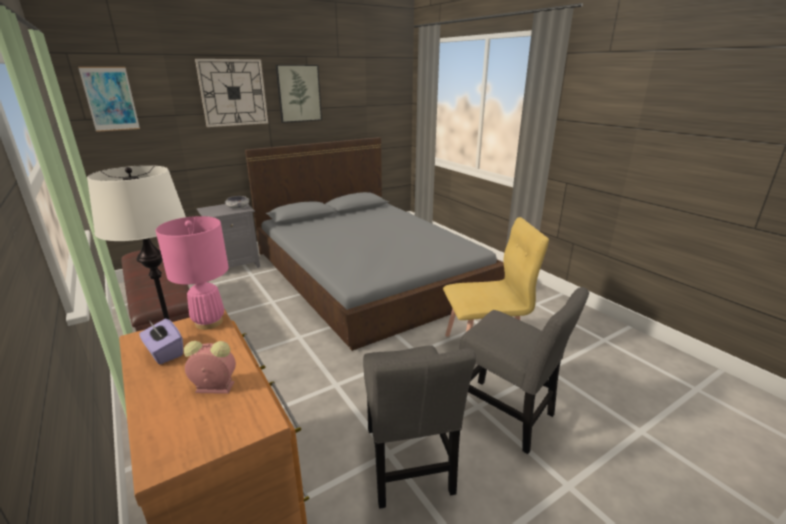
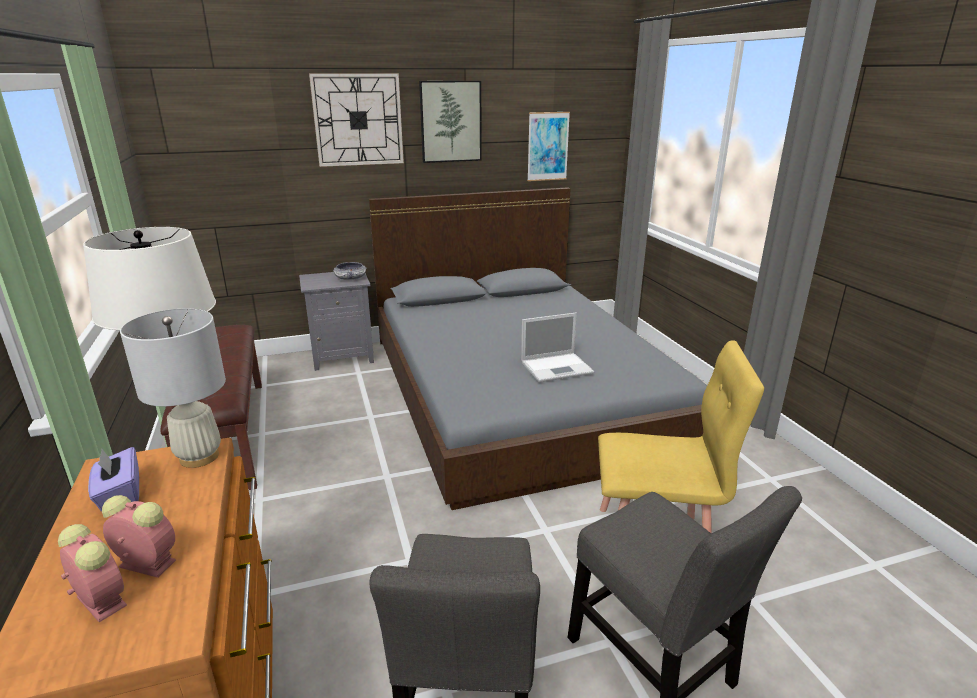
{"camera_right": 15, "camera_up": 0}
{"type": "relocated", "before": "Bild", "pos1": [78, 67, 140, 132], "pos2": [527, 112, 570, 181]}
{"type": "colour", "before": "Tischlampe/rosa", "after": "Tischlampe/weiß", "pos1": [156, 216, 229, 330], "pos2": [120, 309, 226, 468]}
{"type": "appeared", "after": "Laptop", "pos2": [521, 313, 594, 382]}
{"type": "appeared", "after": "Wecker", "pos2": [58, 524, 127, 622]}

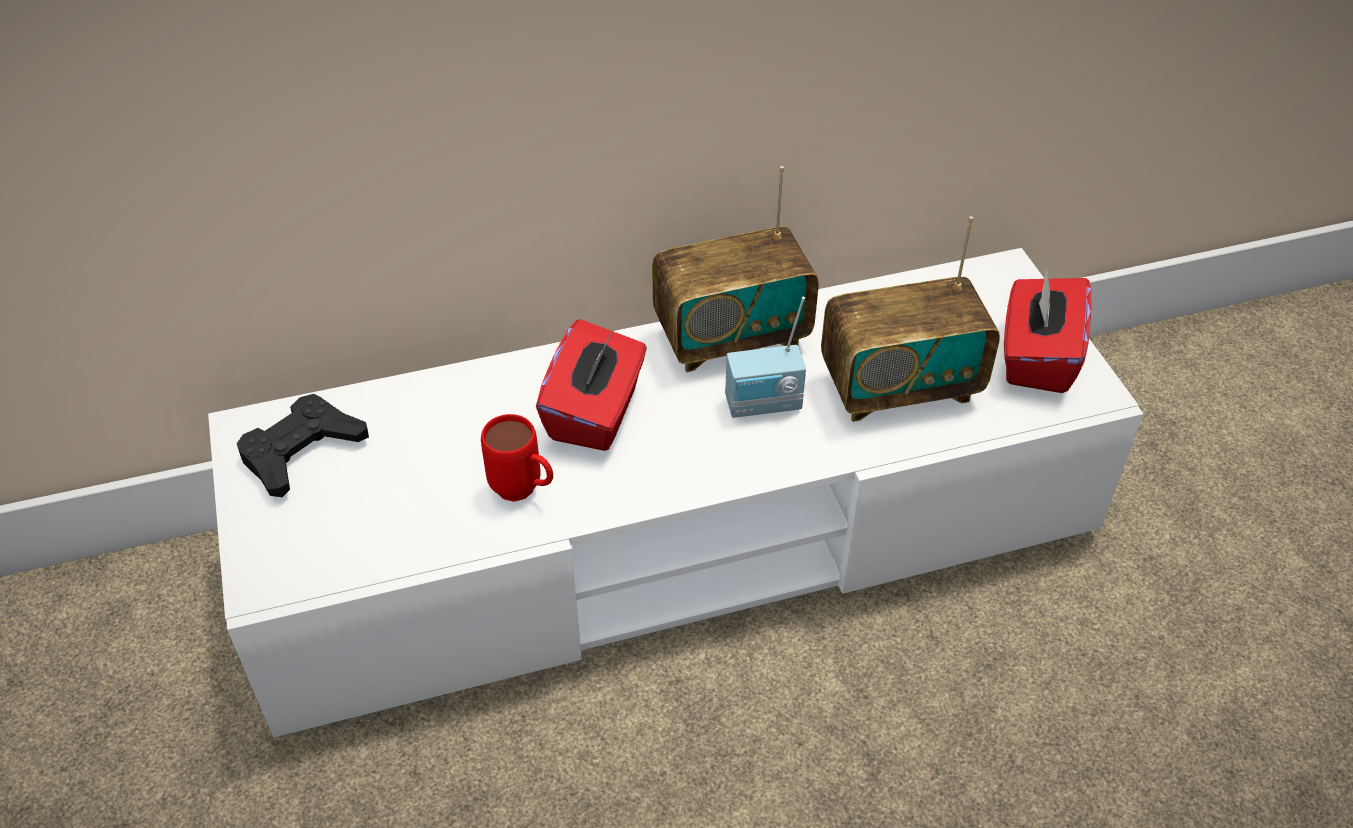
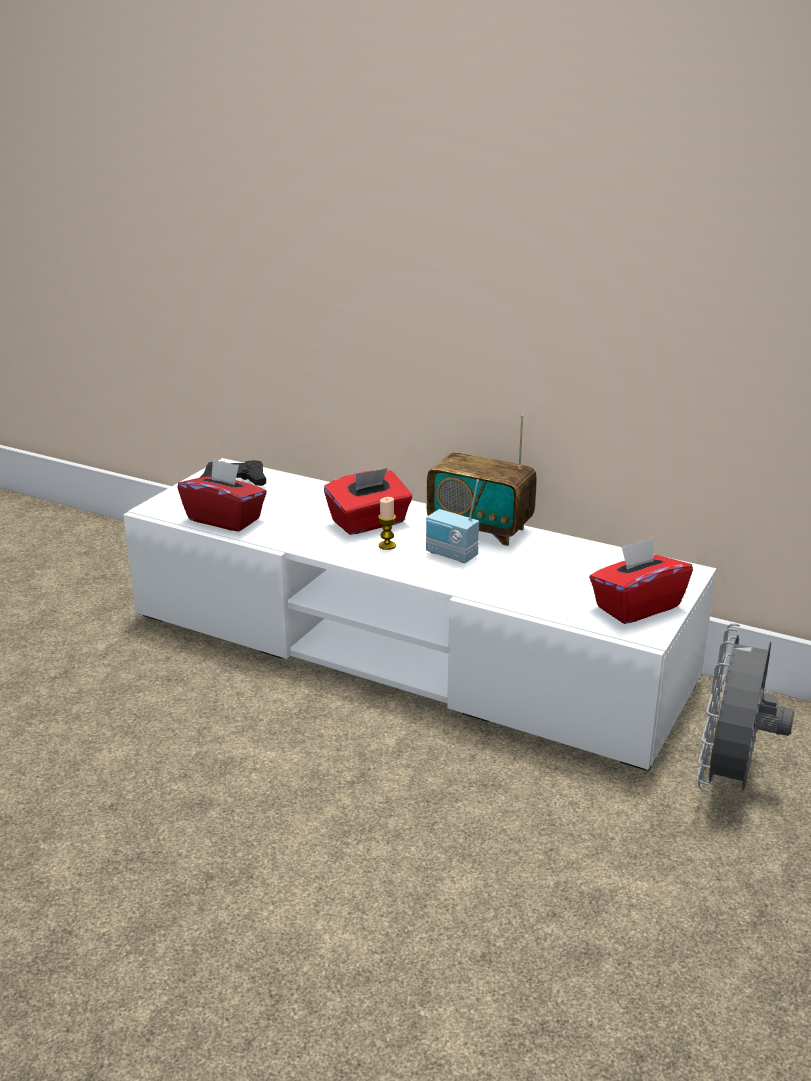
{"camera_right": 45, "camera_up": -20}
{"type": "missing", "before": "Radio", "pos1": [821, 216, 1000, 422]}
{"type": "missing", "before": "Henkelbecher/rot", "pos1": [481, 414, 553, 501]}
{"type": "appeared", "after": "Taschentuchbox/rot", "pos2": [177, 459, 267, 532]}
{"type": "appeared", "after": "Kerze", "pos2": [378, 497, 396, 550]}
{"type": "appeared", "after": "Ventilator/grau", "pos2": [696, 623, 795, 792]}

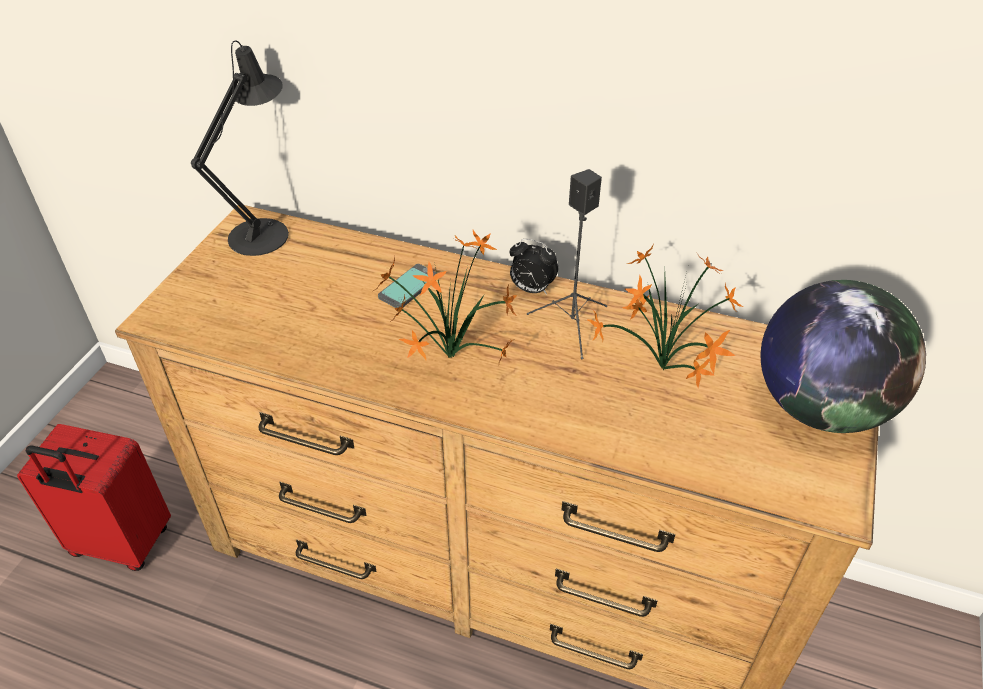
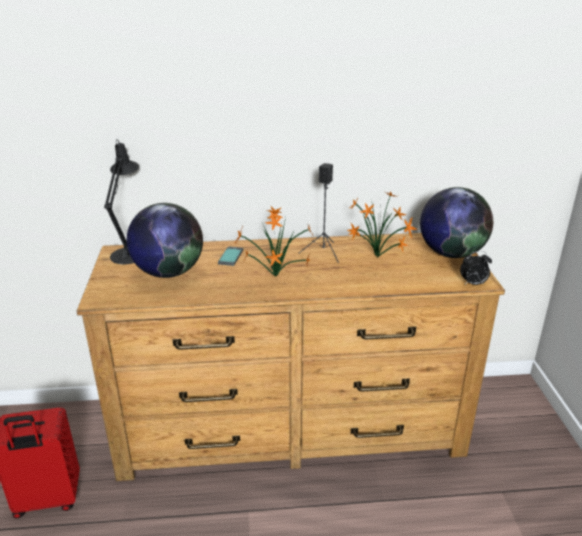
{"camera_right": -25, "camera_up": -15}
{"type": "relocated", "before": "Wecker", "pos1": [510, 239, 558, 295], "pos2": [460, 251, 492, 285]}
{"type": "appeared", "after": "Globus", "pos2": [127, 203, 203, 278]}

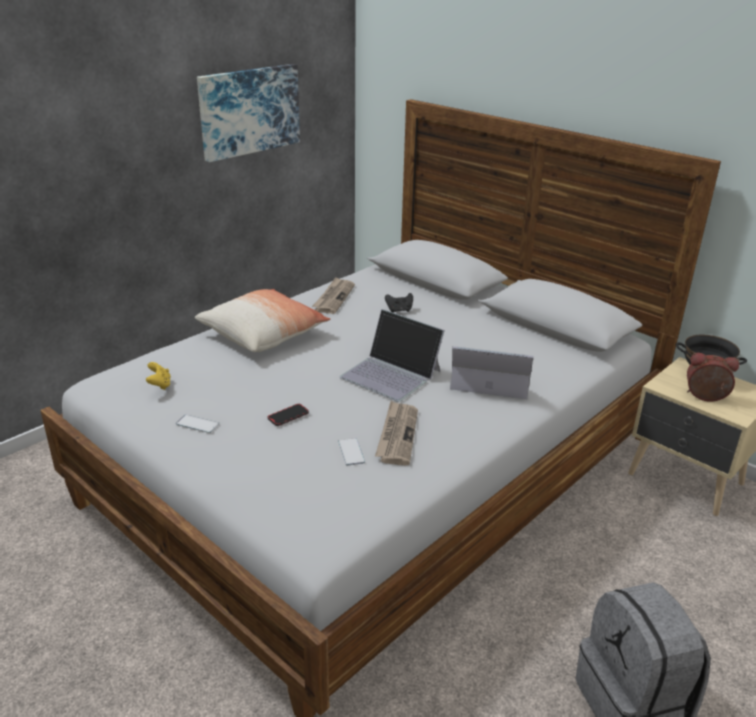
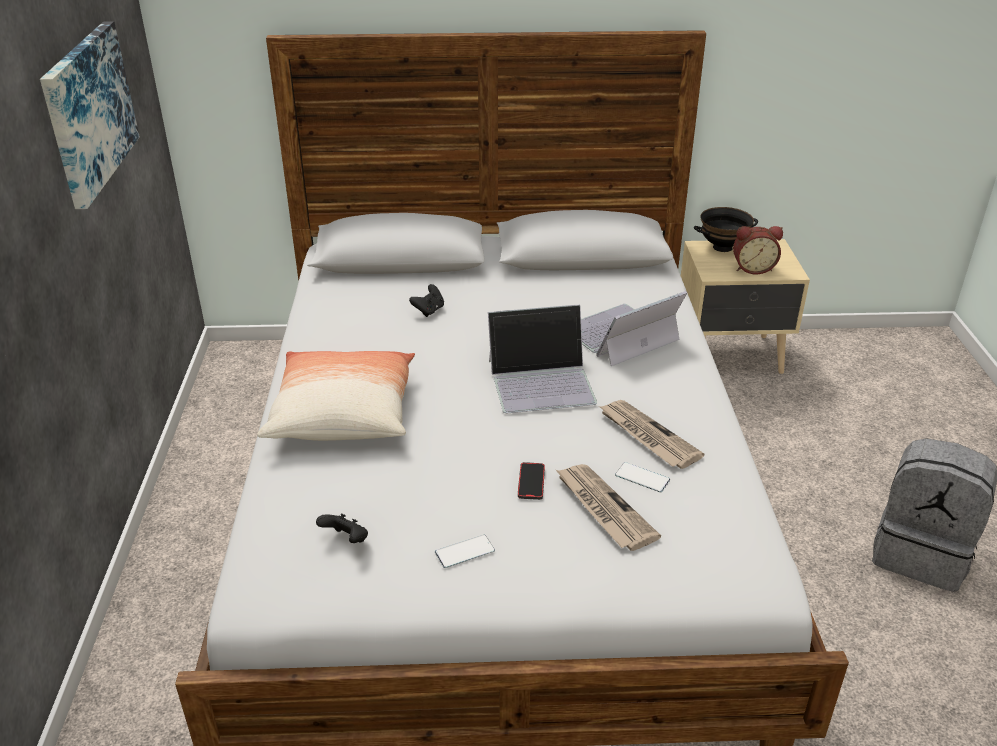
{"camera_right": -45, "camera_up": 5}
{"type": "relocated", "before": "Zeitung", "pos1": [312, 277, 355, 314], "pos2": [556, 464, 661, 551]}
{"type": "spun", "before": "Wecker", "pos1": [687, 353, 739, 401], "pos2": [733, 226, 783, 274], "turn": -150}
{"type": "colour", "before": "Gamepad/gelb", "after": "Gamepad/schwarz", "pos1": [146, 362, 171, 390], "pos2": [316, 513, 368, 543]}

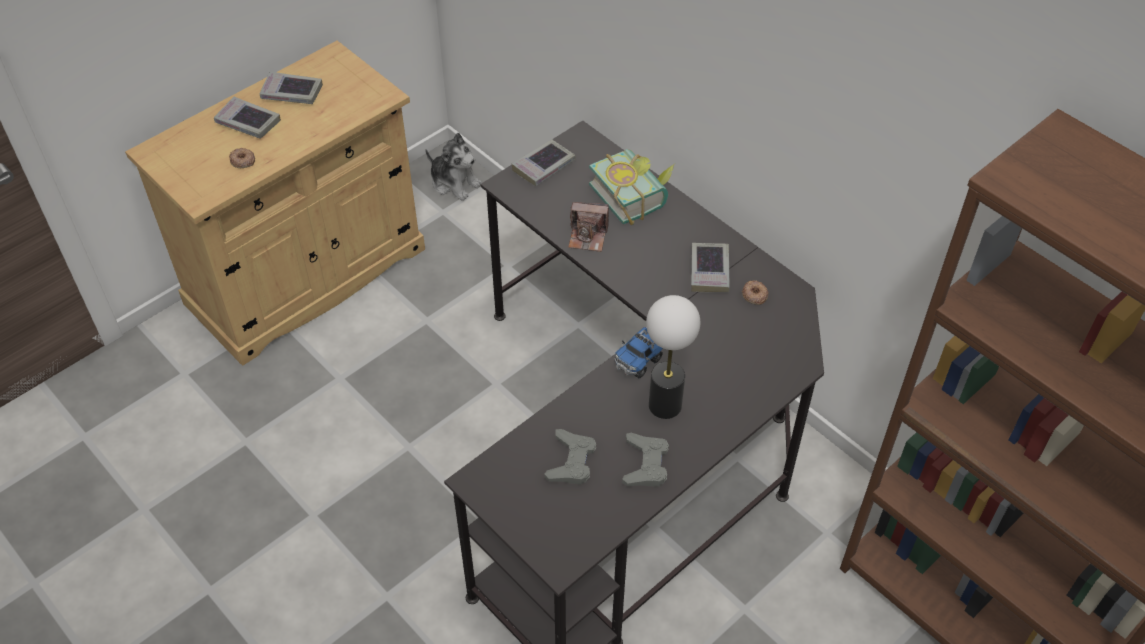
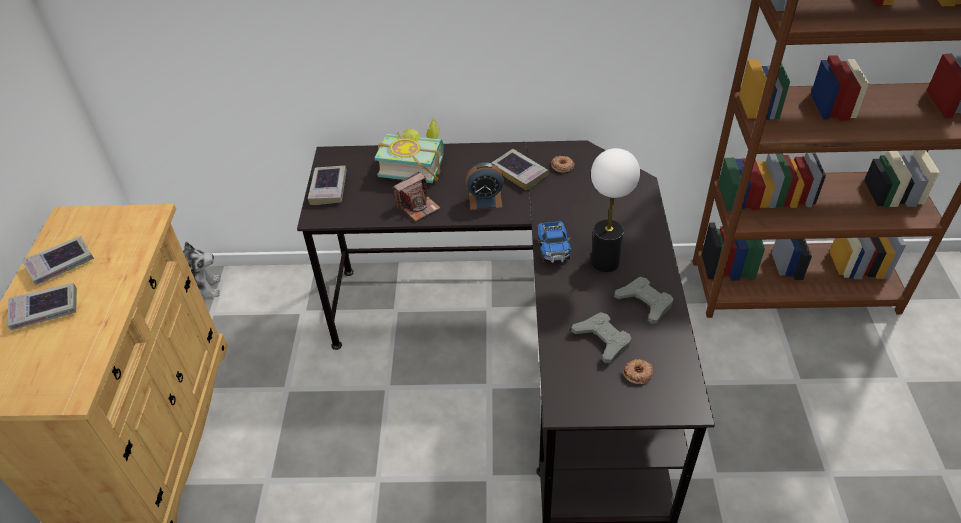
{"camera_right": -45, "camera_up": -5}
{"type": "relocated", "before": "Donut", "pos1": [229, 148, 255, 168], "pos2": [623, 359, 654, 384]}
{"type": "appeared", "after": "Wecker", "pos2": [466, 162, 504, 210]}

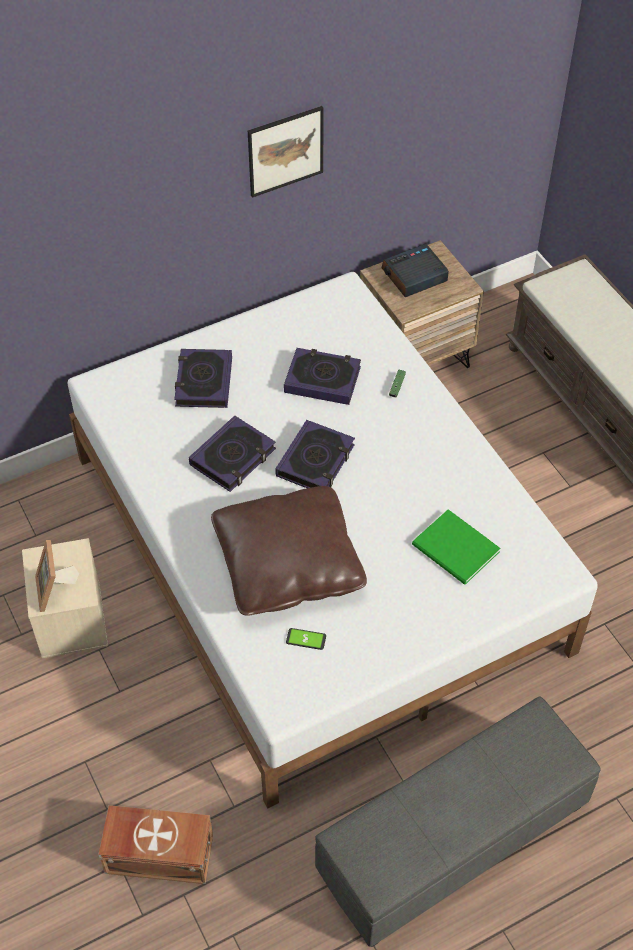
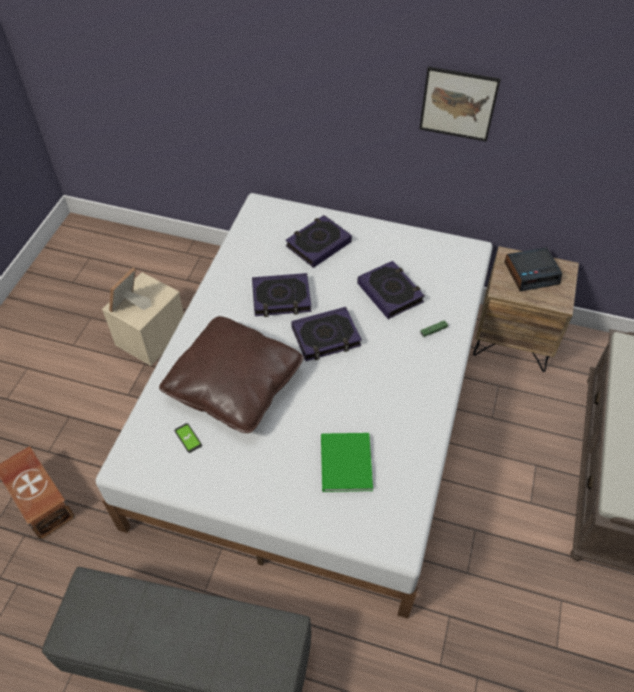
{"camera_right": 45, "camera_up": 0}
{"type": "spun", "before": "Wecker", "pos1": [382, 244, 449, 297], "pos2": [504, 247, 562, 291], "turn": 150}

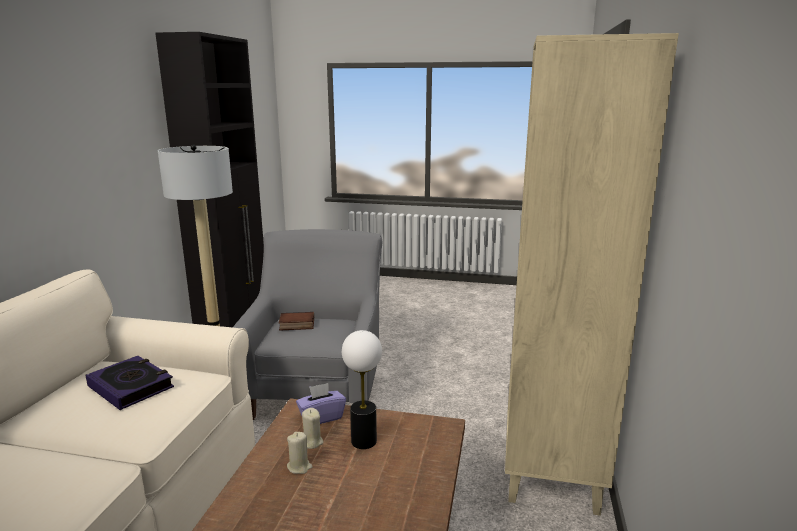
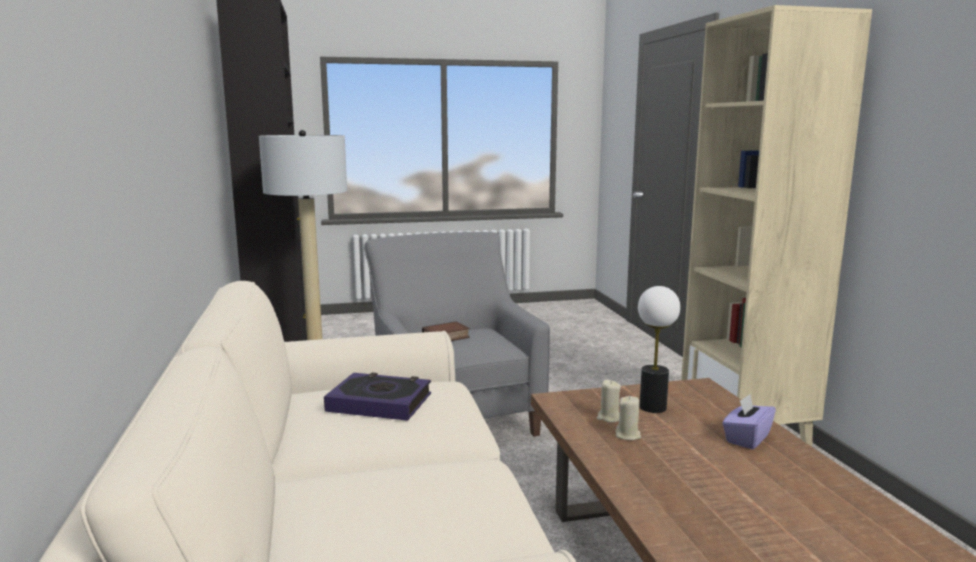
{"camera_right": -25, "camera_up": -5}
{"type": "relocated", "before": "Taschentuchbox/lila", "pos1": [296, 383, 346, 424], "pos2": [722, 394, 776, 449]}

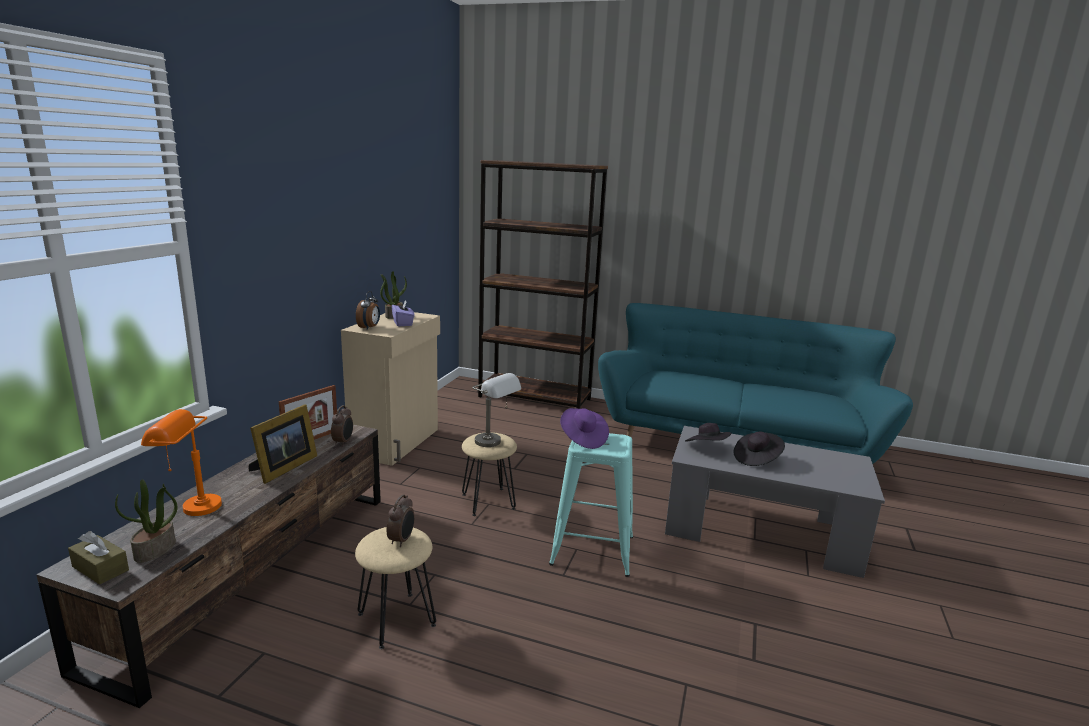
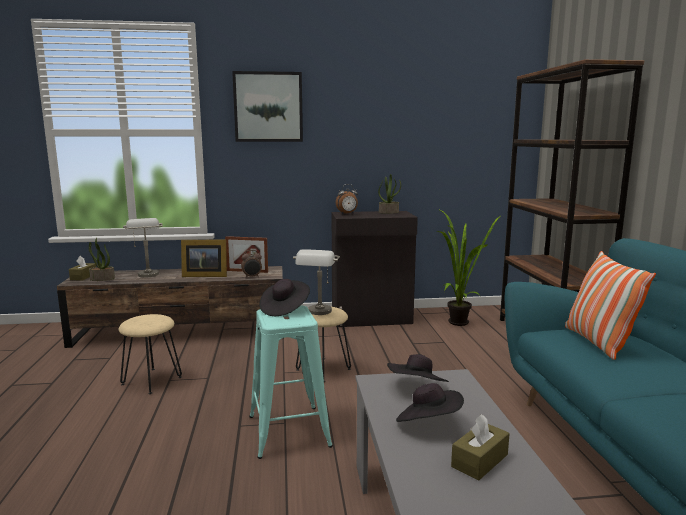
{"camera_right": 65, "camera_up": -5}
{"type": "missing", "before": "Taschentuchbox/lila", "pos1": [391, 300, 415, 326]}
{"type": "colour", "before": "Schrank/beige", "after": "Schrank/schwarz", "pos1": [341, 312, 440, 466], "pos2": [332, 211, 418, 327]}
{"type": "colour", "before": "Hut/lila", "after": "Hut/schwarz", "pos1": [560, 408, 609, 449], "pos2": [260, 279, 310, 316]}
{"type": "colour", "before": "Tischlampe/orange", "after": "Tischlampe/grau", "pos1": [141, 409, 222, 516], "pos2": [123, 218, 163, 278]}
{"type": "missing", "before": "Wecker", "pos1": [387, 495, 415, 547]}
{"type": "appeared", "after": "Bild", "pos2": [232, 71, 303, 142]}
{"type": "appeared", "after": "Topfpflanze", "pos2": [437, 209, 500, 326]}
{"type": "appeared", "after": "Kissen", "pos2": [565, 251, 656, 360]}
{"type": "appeared", "after": "Taschentuchbox/braun", "pos2": [451, 414, 510, 481]}

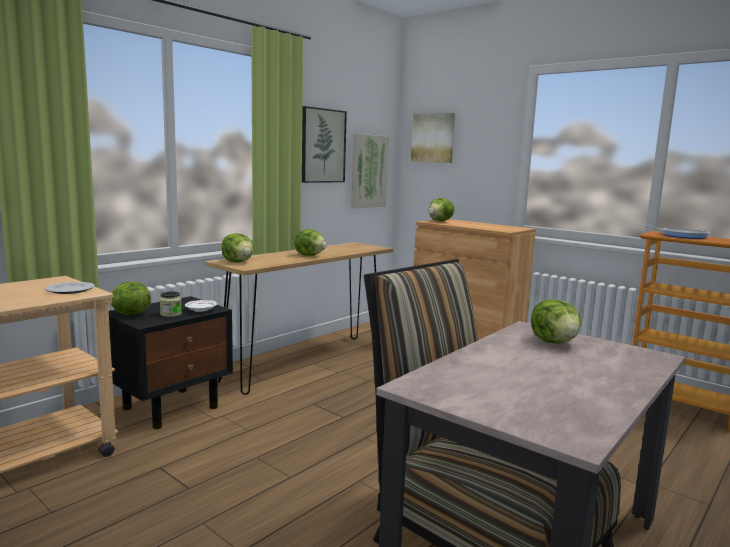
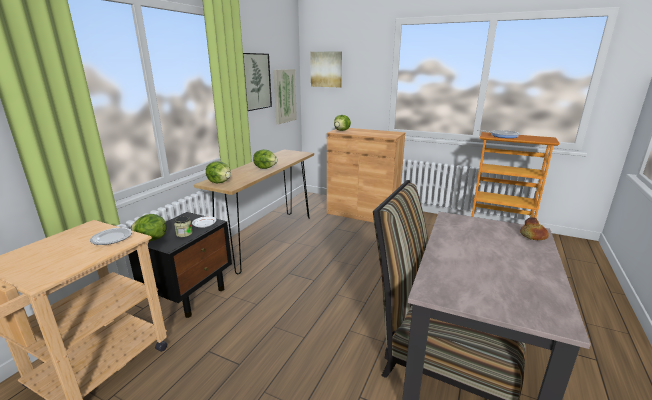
{"camera_right": -15, "camera_up": 10}
{"type": "missing", "before": "Salatkopf", "pos1": [531, 299, 581, 344]}
{"type": "appeared", "after": "Brot", "pos2": [520, 217, 549, 240]}

